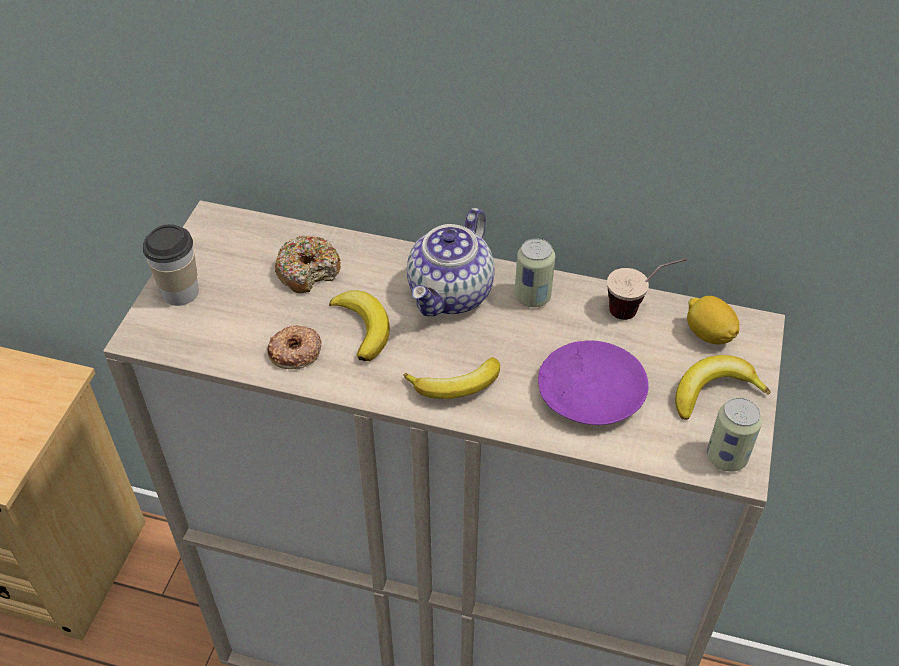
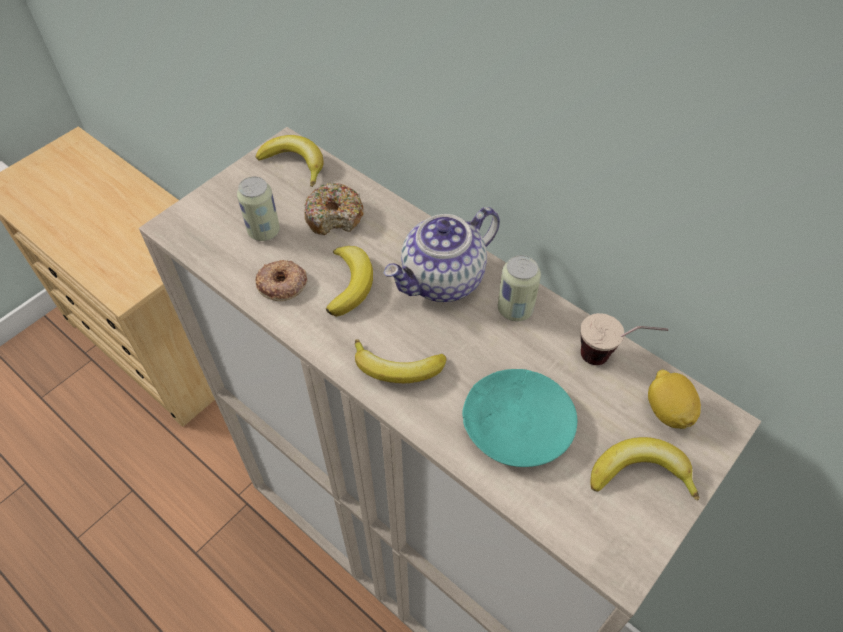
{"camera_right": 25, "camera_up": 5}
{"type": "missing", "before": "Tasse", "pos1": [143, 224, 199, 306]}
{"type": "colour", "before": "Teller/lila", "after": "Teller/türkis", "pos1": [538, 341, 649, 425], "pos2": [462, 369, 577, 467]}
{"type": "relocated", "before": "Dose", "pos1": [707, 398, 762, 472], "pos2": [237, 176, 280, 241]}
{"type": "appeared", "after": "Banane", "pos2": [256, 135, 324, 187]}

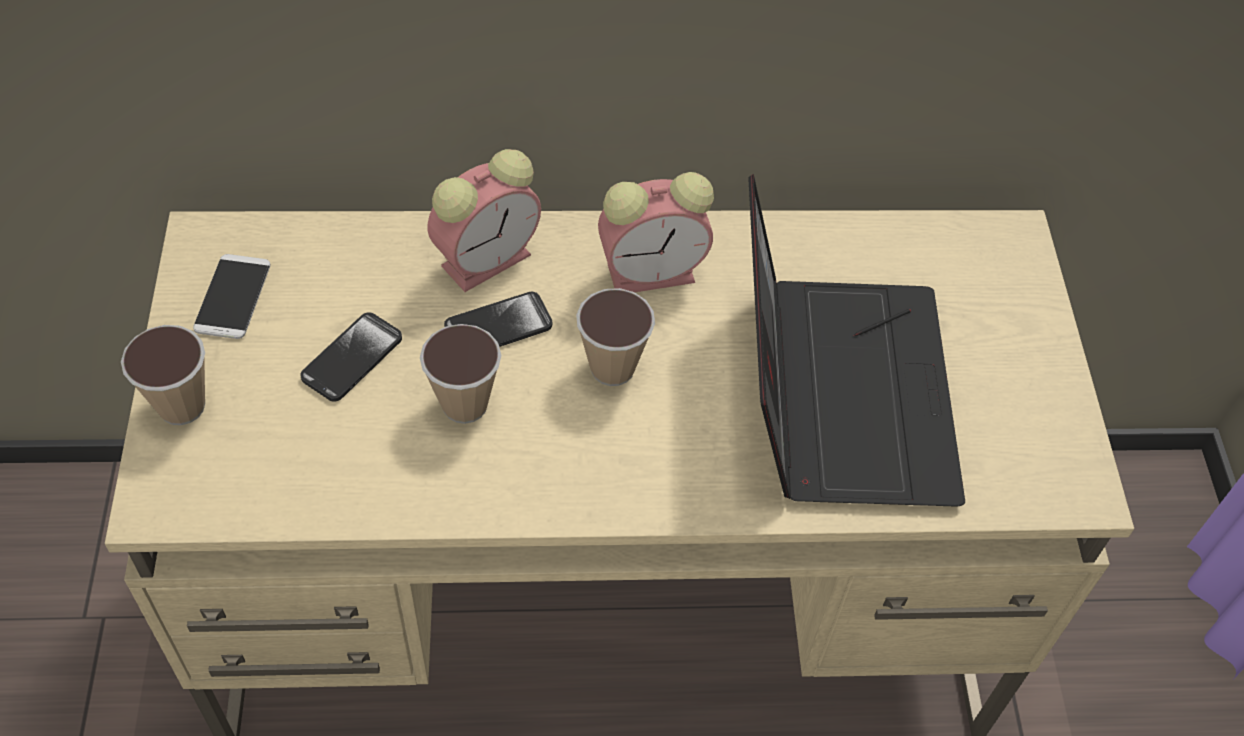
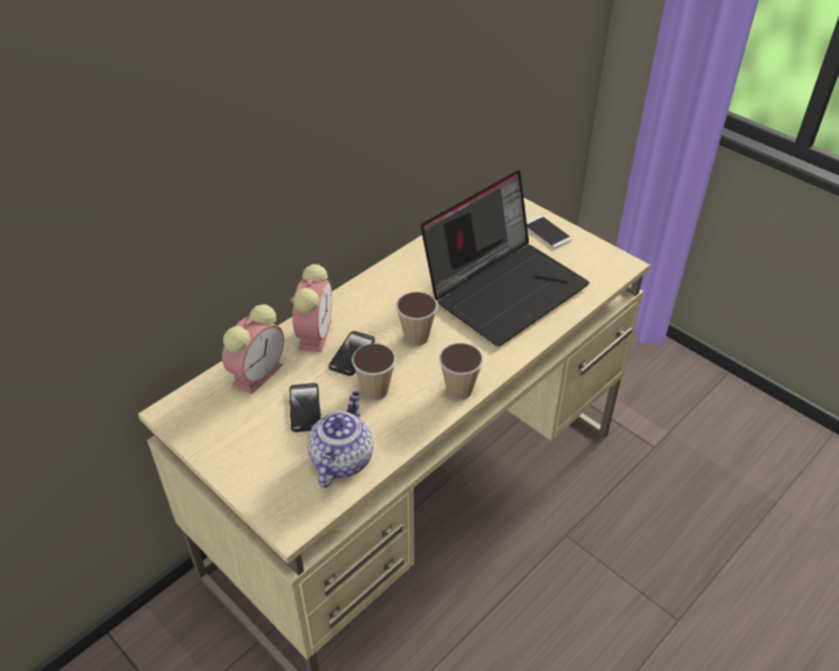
{"camera_right": -40, "camera_up": -10}
{"type": "relocated", "before": "Wecker", "pos1": [598, 172, 714, 292], "pos2": [222, 304, 284, 395]}
{"type": "spun", "before": "Laptop", "pos1": [748, 174, 965, 507], "pos2": [421, 170, 590, 346], "turn": 90}
{"type": "relocated", "before": "Handy", "pos1": [193, 254, 270, 339], "pos2": [527, 216, 572, 248]}
{"type": "relocated", "before": "Tasse", "pos1": [121, 325, 205, 425], "pos2": [439, 343, 483, 400]}
{"type": "appeared", "after": "Teekanne", "pos2": [307, 392, 373, 488]}

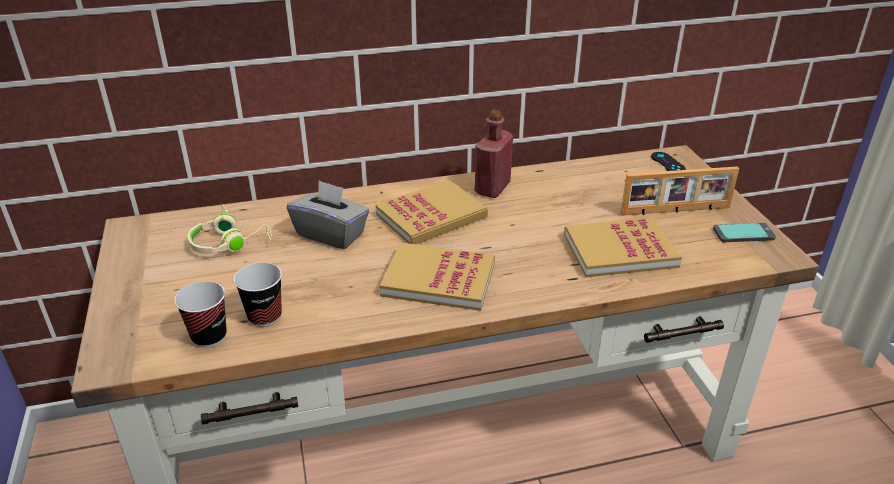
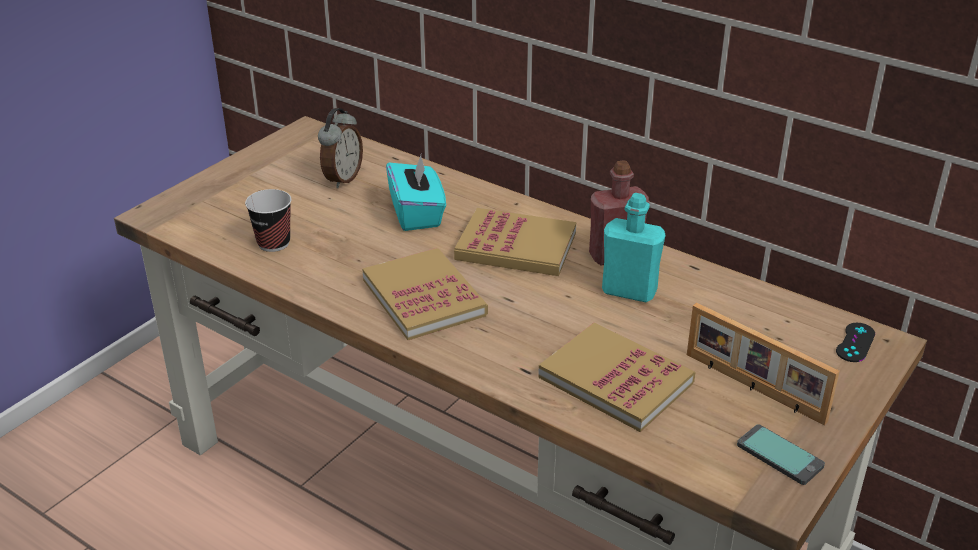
{"camera_right": 50, "camera_up": 0}
{"type": "colour", "before": "Taschentuchbox/grau", "after": "Taschentuchbox/türkis", "pos1": [287, 180, 369, 249], "pos2": [386, 155, 446, 231]}
{"type": "exchanged", "before": "Kopfhörer/beige", "after": "Wecker", "pos1": [188, 204, 273, 254], "pos2": [318, 108, 363, 188]}
{"type": "missing", "before": "Tasse", "pos1": [174, 281, 227, 348]}
{"type": "appeared", "after": "Flasche/türkis", "pos2": [602, 193, 666, 302]}

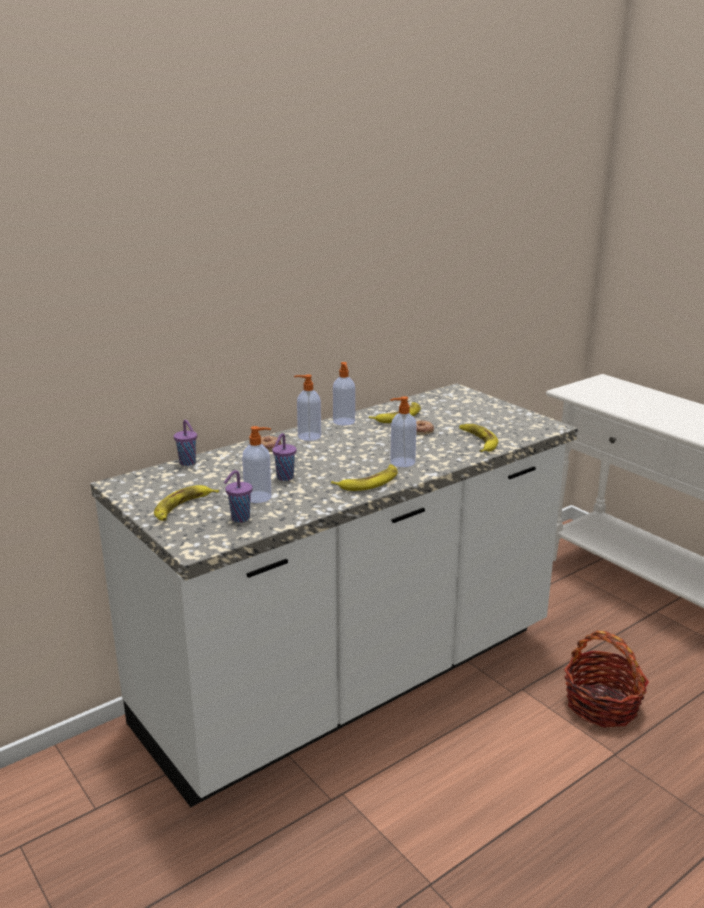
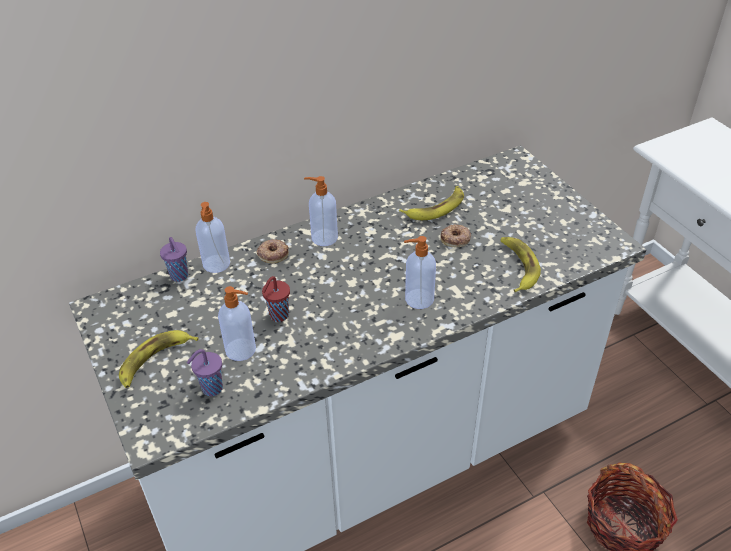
{"camera_right": 10, "camera_up": 20}
{"type": "relocated", "before": "Seifenspender", "pos1": [333, 362, 355, 425], "pos2": [195, 202, 230, 273]}
{"type": "colour", "before": "Tasse/lila", "after": "Tasse/rot", "pos1": [272, 433, 297, 481], "pos2": [262, 276, 290, 322]}
{"type": "missing", "before": "Banane", "pos1": [331, 464, 398, 491]}

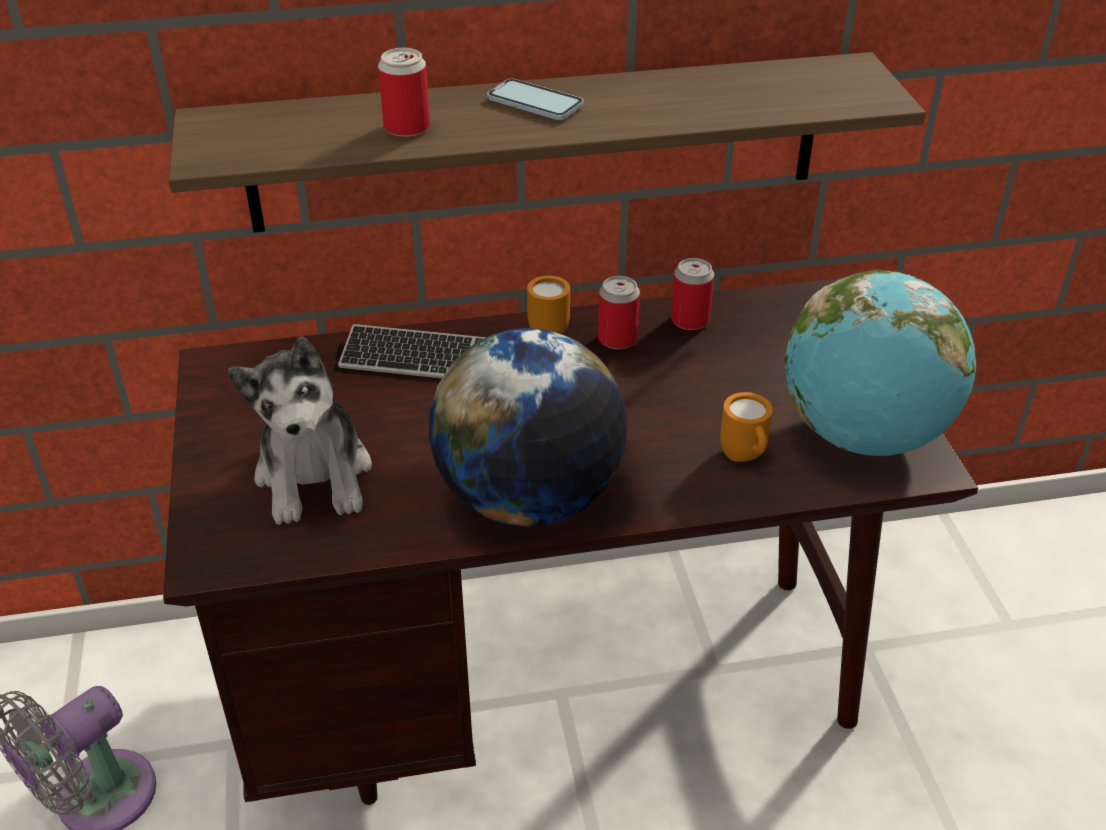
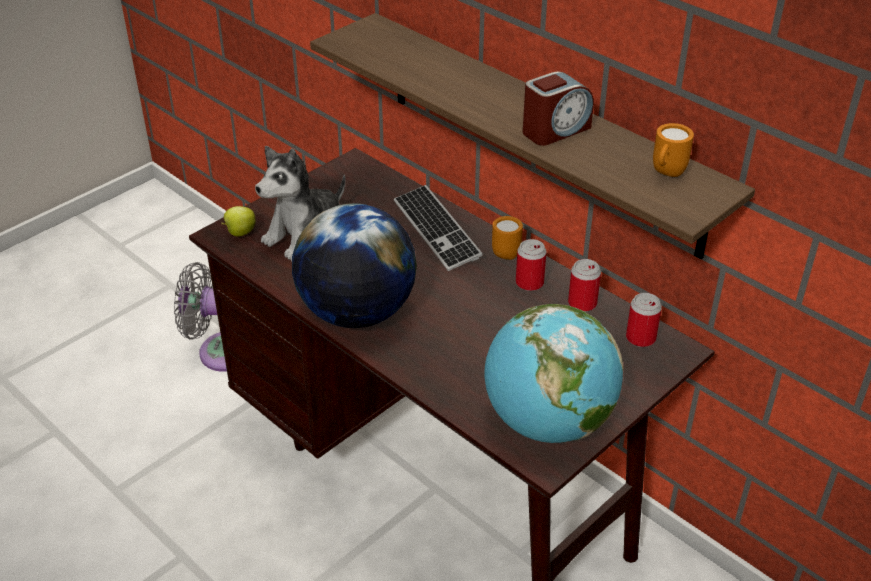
{"camera_right": 55, "camera_up": 0}
{"type": "relocated", "before": "Dose", "pos1": [378, 48, 430, 137], "pos2": [626, 293, 662, 347]}
{"type": "missing", "before": "Handy", "pos1": [487, 79, 584, 120]}
{"type": "relocated", "before": "Henkelbecher/orange", "pos1": [720, 392, 773, 462], "pos2": [653, 123, 694, 177]}
{"type": "appeared", "after": "Wecker", "pos2": [523, 71, 594, 146]}
{"type": "appeared", "after": "Apfel", "pos2": [222, 206, 256, 236]}

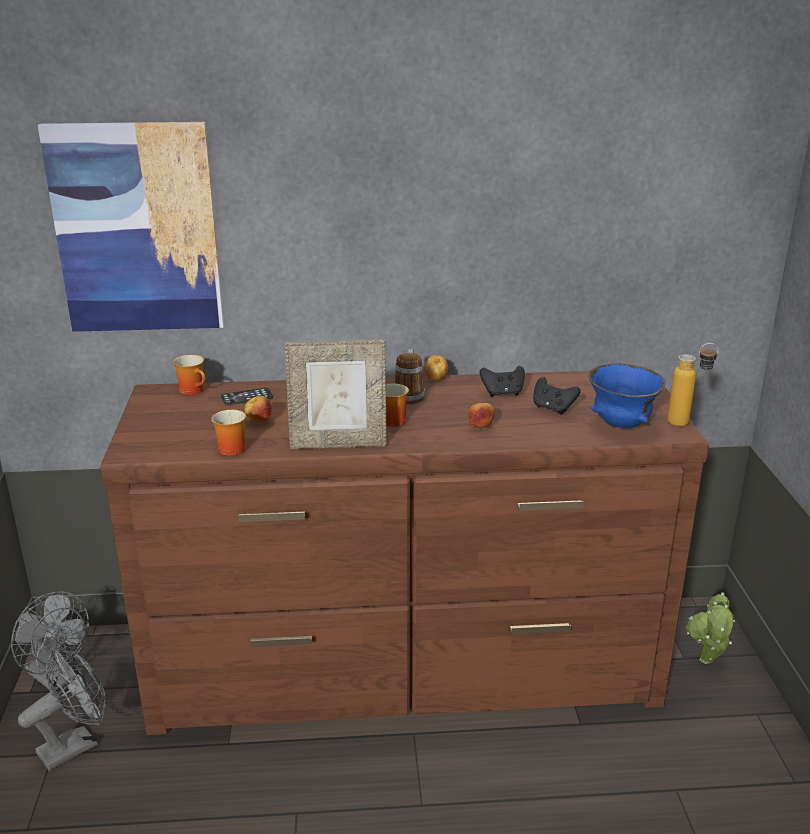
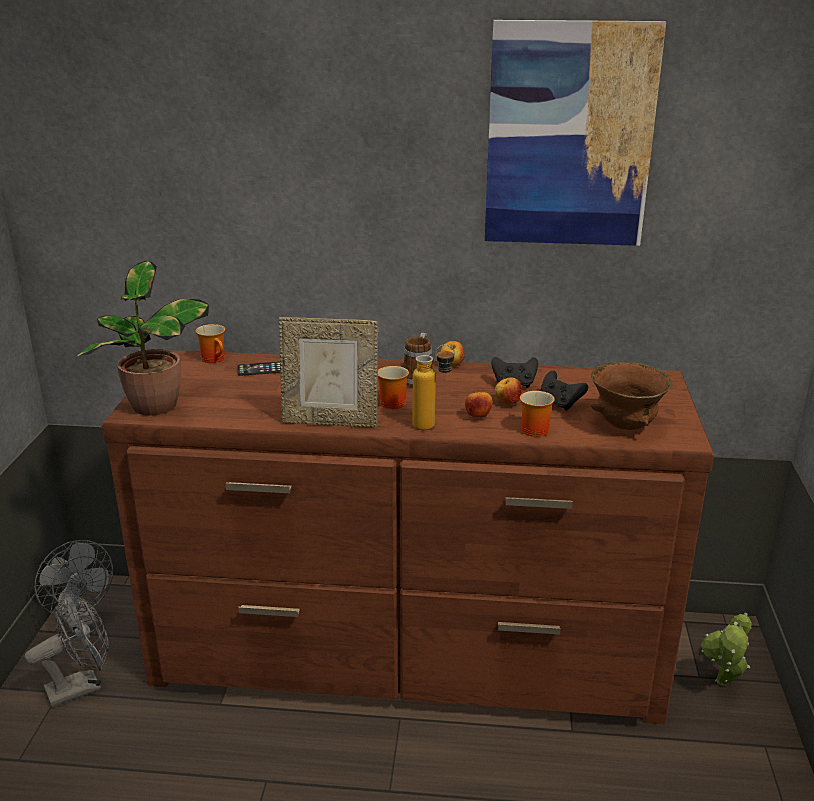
{"camera_right": 10, "camera_up": 0}
{"type": "relocated", "before": "Bild", "pos1": [38, 122, 224, 332], "pos2": [485, 20, 666, 246]}
{"type": "relocated", "before": "Flasche", "pos1": [667, 343, 719, 427], "pos2": [413, 344, 455, 430]}
{"type": "colour", "before": "Schüssel/blau", "after": "Schüssel/braun", "pos1": [588, 363, 665, 428], "pos2": [591, 362, 672, 430]}
{"type": "relocated", "before": "Apfel", "pos1": [244, 396, 272, 423], "pos2": [495, 378, 522, 405]}
{"type": "relocated", "before": "Henkelbecher", "pos1": [211, 410, 246, 456], "pos2": [520, 391, 555, 437]}
{"type": "appeared", "after": "Topfpflanze", "pos2": [76, 261, 209, 416]}

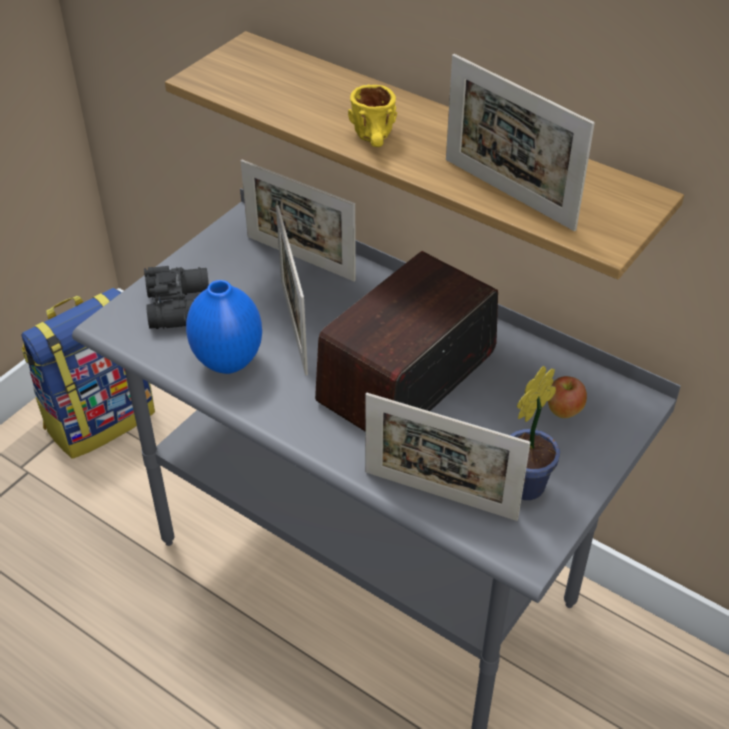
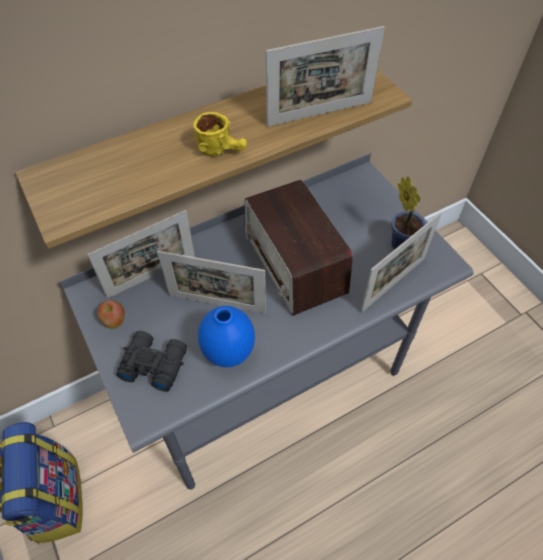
{"camera_right": -65, "camera_up": 10}
{"type": "relocated", "before": "Apfel", "pos1": [548, 376, 587, 418], "pos2": [97, 300, 125, 329]}

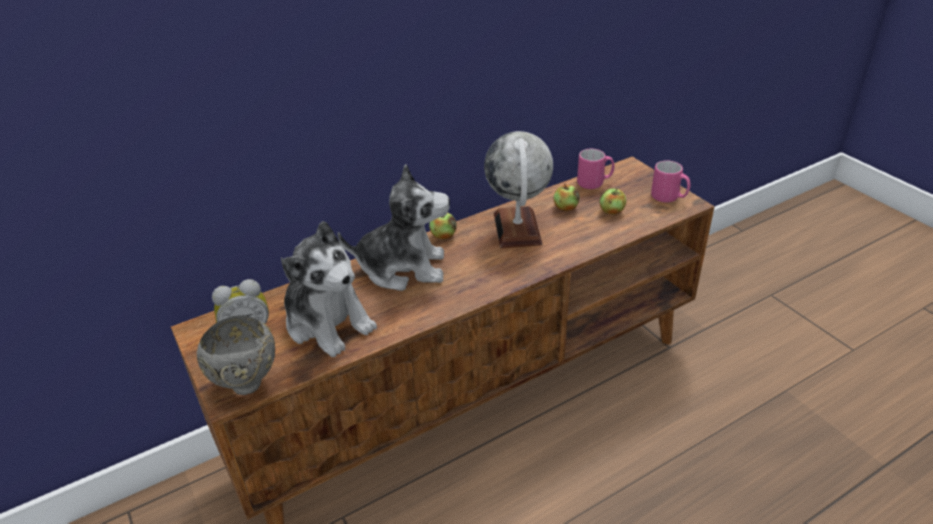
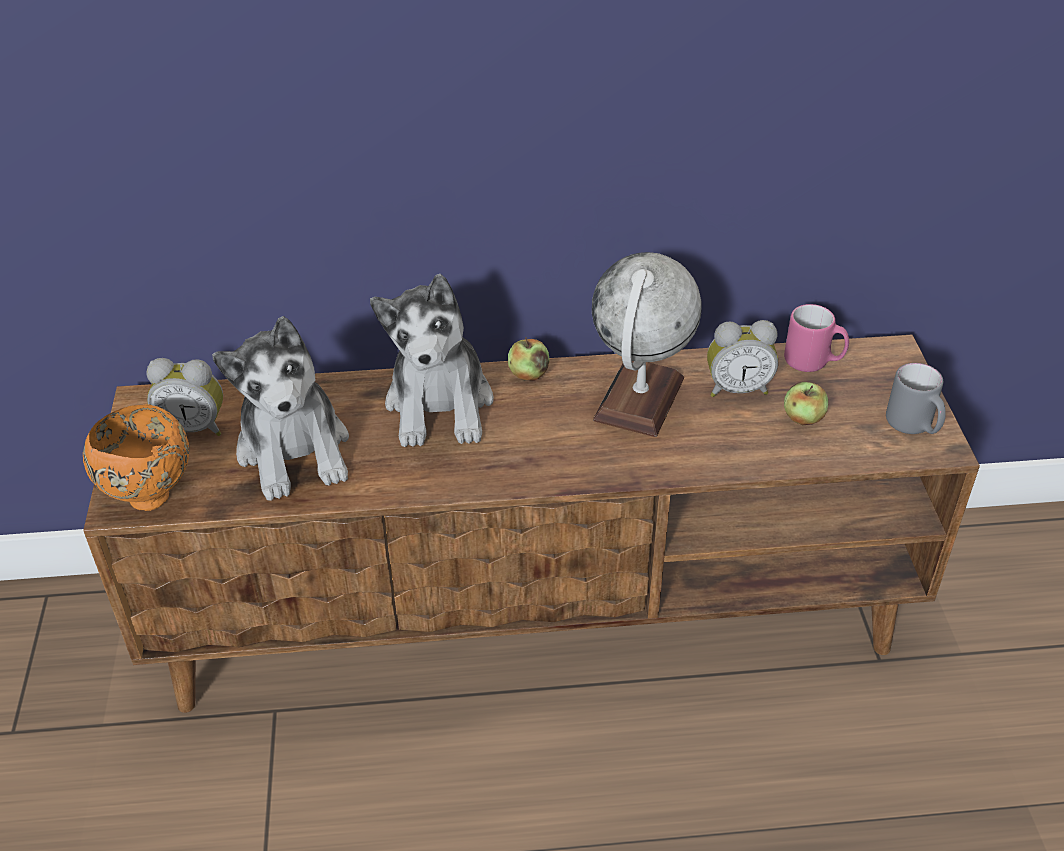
{"camera_right": 25, "camera_up": 5}
{"type": "colour", "before": "Henkelbecher/rosa", "after": "Henkelbecher/grau", "pos1": [651, 161, 691, 203], "pos2": [886, 363, 946, 434]}
{"type": "spun", "before": "Plüschtier", "pos1": [337, 164, 450, 291], "pos2": [370, 274, 494, 447], "turn": 60}
{"type": "exchanged", "before": "Apfel", "after": "Wecker", "pos1": [554, 184, 580, 211], "pos2": [707, 320, 778, 397]}
{"type": "colour", "before": "Schüssel/grau", "after": "Schüssel/orange", "pos1": [197, 316, 275, 395], "pos2": [83, 404, 189, 511]}

